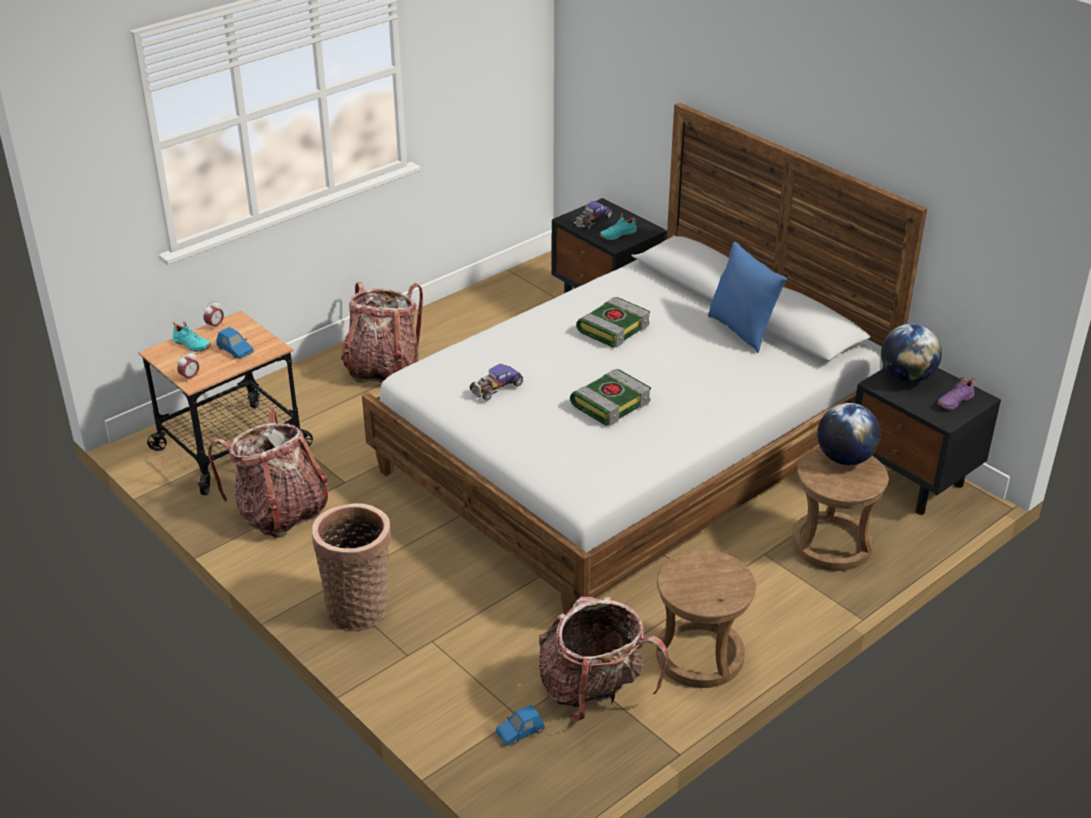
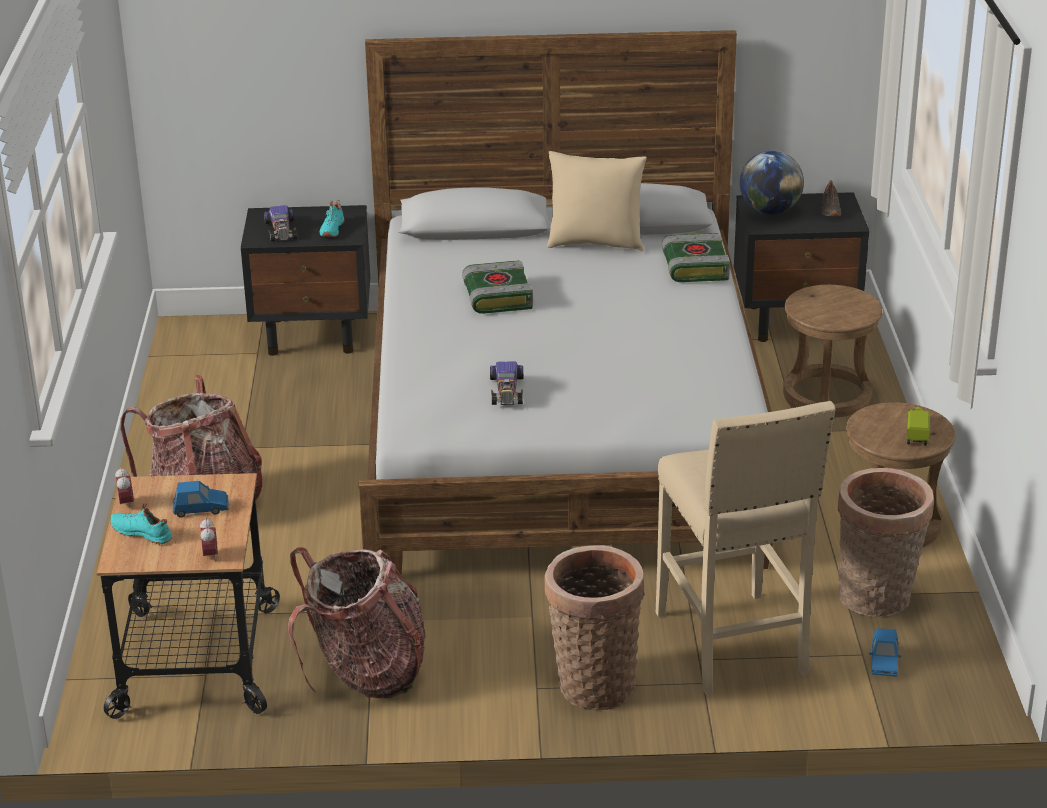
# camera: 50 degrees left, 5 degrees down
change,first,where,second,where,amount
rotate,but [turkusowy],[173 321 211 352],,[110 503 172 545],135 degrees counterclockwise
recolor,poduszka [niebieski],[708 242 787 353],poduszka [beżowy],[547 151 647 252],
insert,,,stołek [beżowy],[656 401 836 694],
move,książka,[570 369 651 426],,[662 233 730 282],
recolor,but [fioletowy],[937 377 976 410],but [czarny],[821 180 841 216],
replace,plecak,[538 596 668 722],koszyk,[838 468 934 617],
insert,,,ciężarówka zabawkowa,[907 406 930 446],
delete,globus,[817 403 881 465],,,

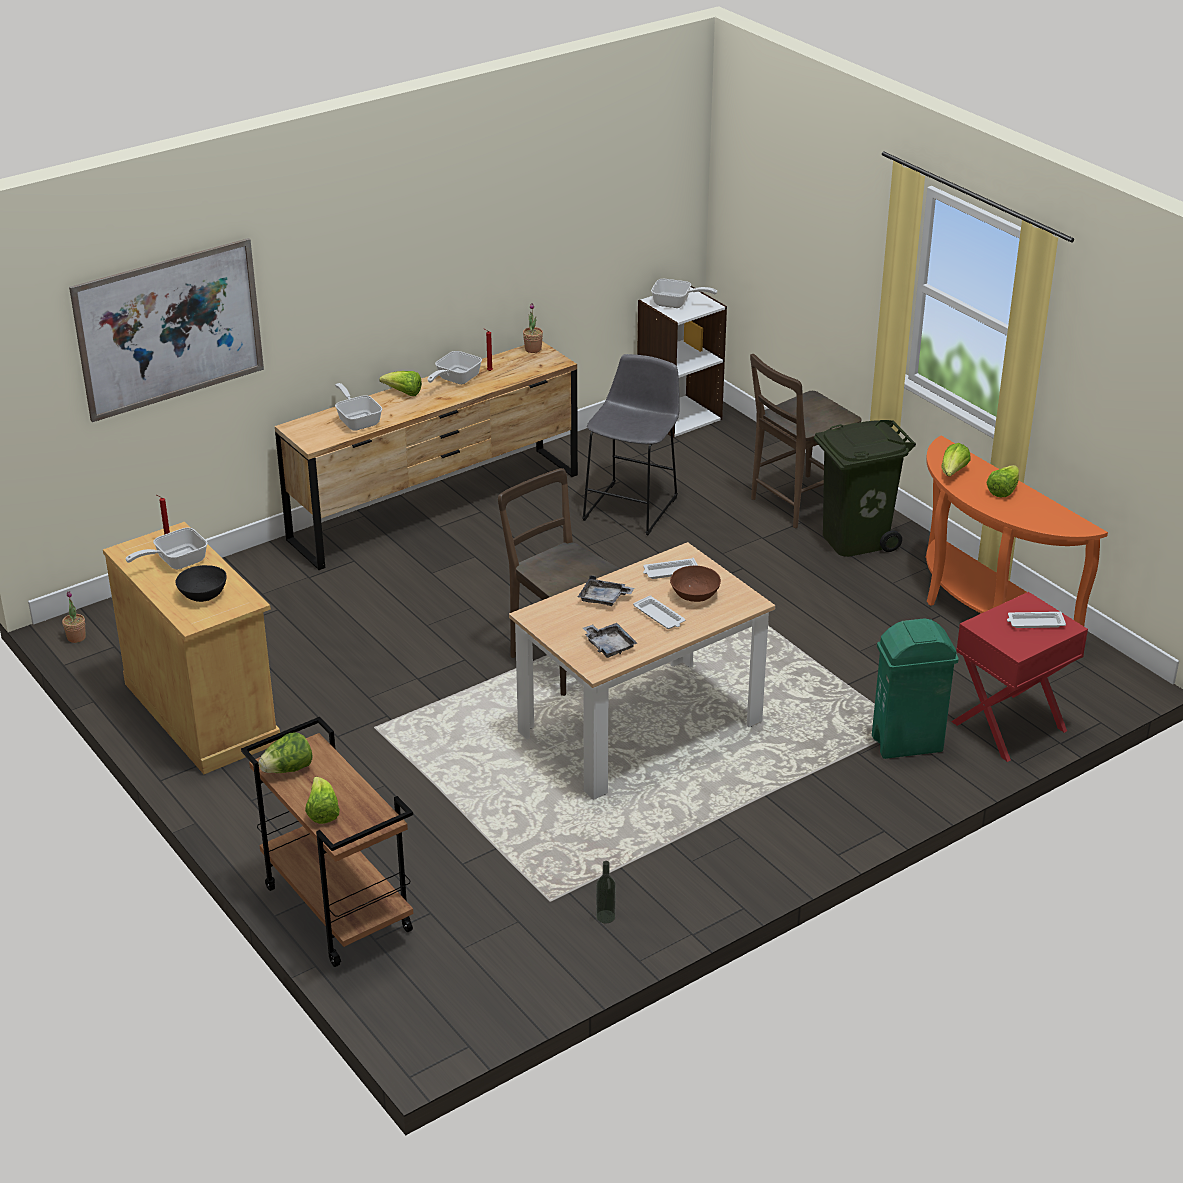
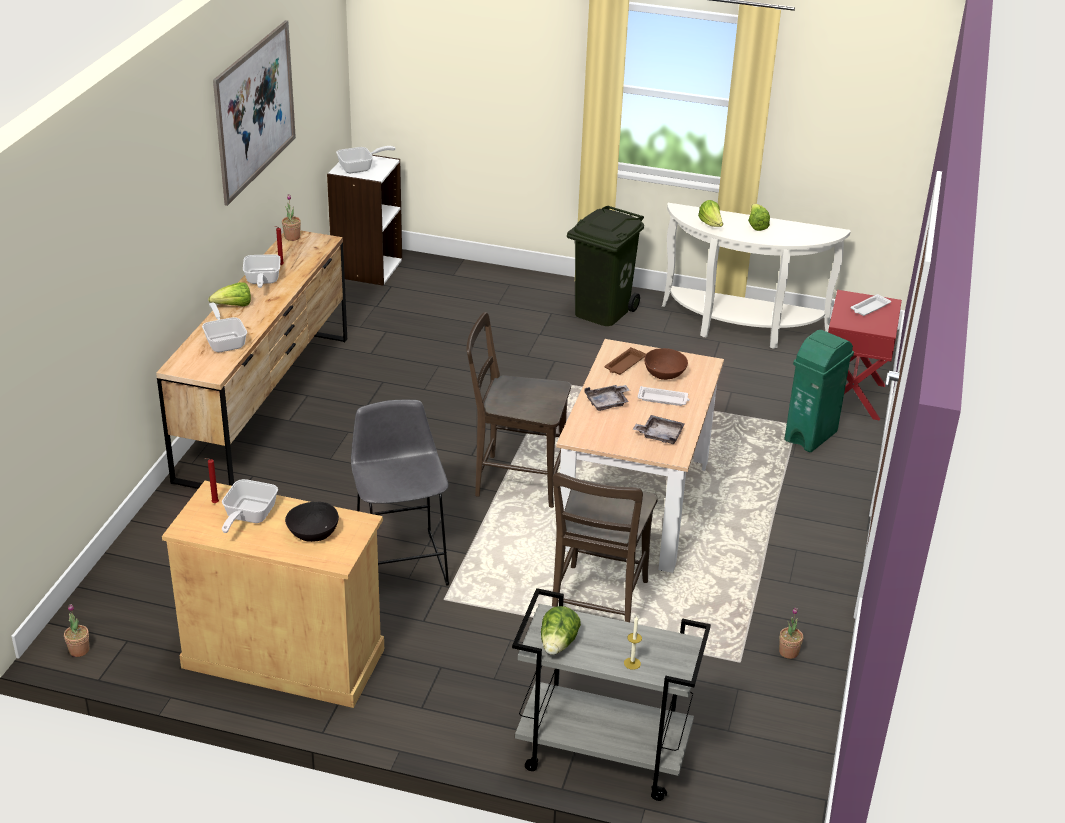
# camera: 40 degrees left, 0 degrees up
change,first,where,second,where,amount
rotate,patelnia,[335 383 383 431],,[202 303 247 352],45 degrees clockwise
move,obraz,[69 238 264 422],,[213 20 296 206],
move,stołek [szary],[582 354 680 535],,[351 400 449 586],
recolor,wózek [brązowy],[241 717 413 967],wózek [szary],[512 588 711 801],
move,krzesło [brązowy],[750 354 861 528],,[552 472 658 622],
recolor,taca [biały],[643 558 698 579],taca [brązowy],[605 347 646 375],
replace,sałata,[305 777 340 824],świeca,[624 616 642 670],
recolor,stolik konsolowy [pomarańczowy],[925 436 1108 626],stolik konsolowy [biały],[662 203 851 349],
replace,butelka,[596 861 616 923],roślina doniczkowa,[779 607 803 659],

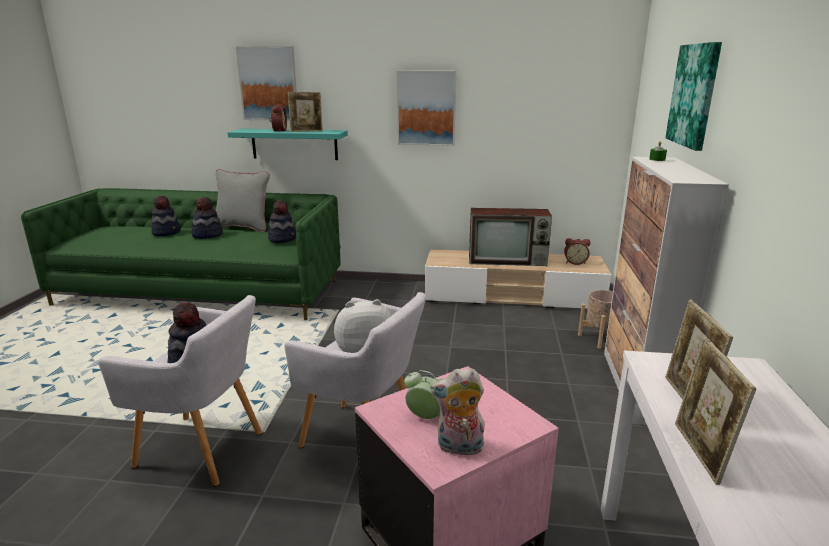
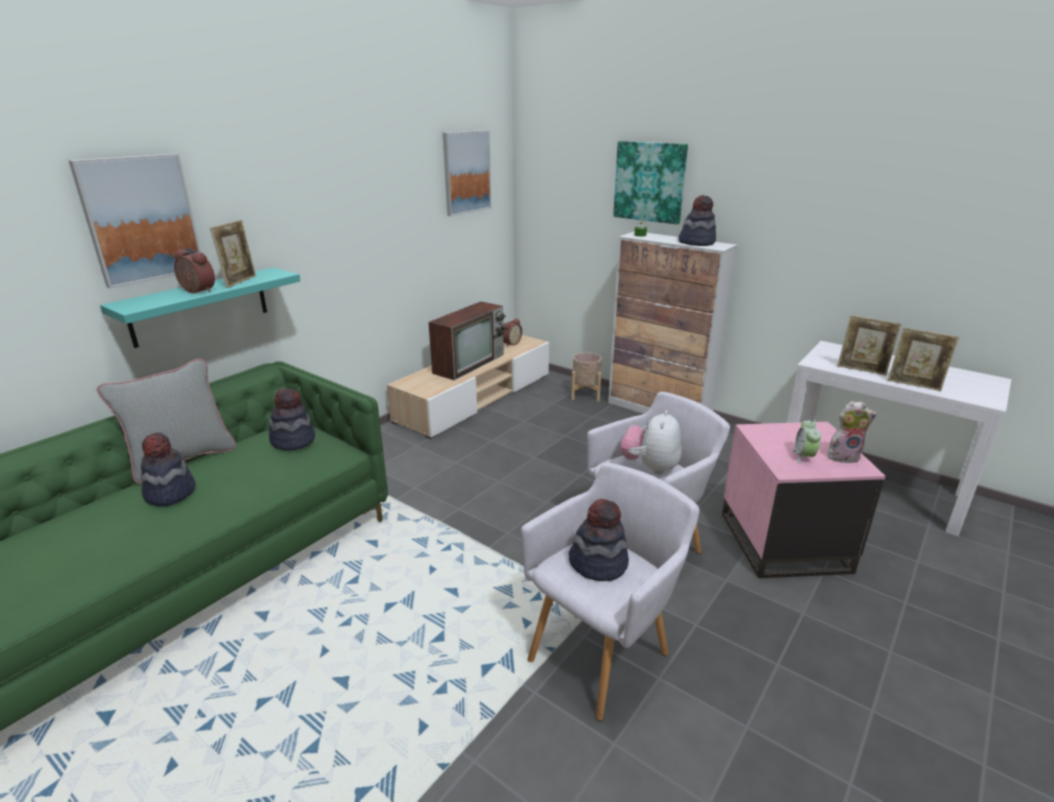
# camera: 60 degrees left, 5 degrees up
change,first,where,second,where,amount
move,obraz,[397 71 456 146],,[443 130 491 216],
move,kapelusz,[151 195 181 236],,[678 195 716 246],
rotate,budzik,[404 370 442 419],,[793 419 821 464],45 degrees counterclockwise
rotate,pluszak,[430 368 485 455],,[828 401 877 463],120 degrees counterclockwise

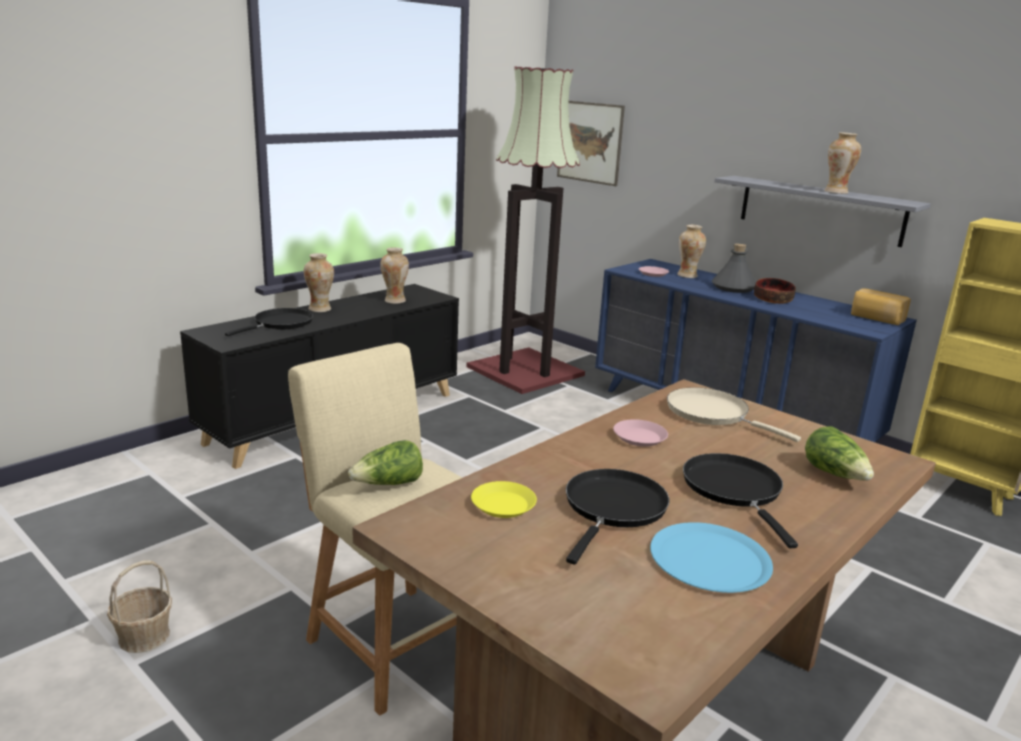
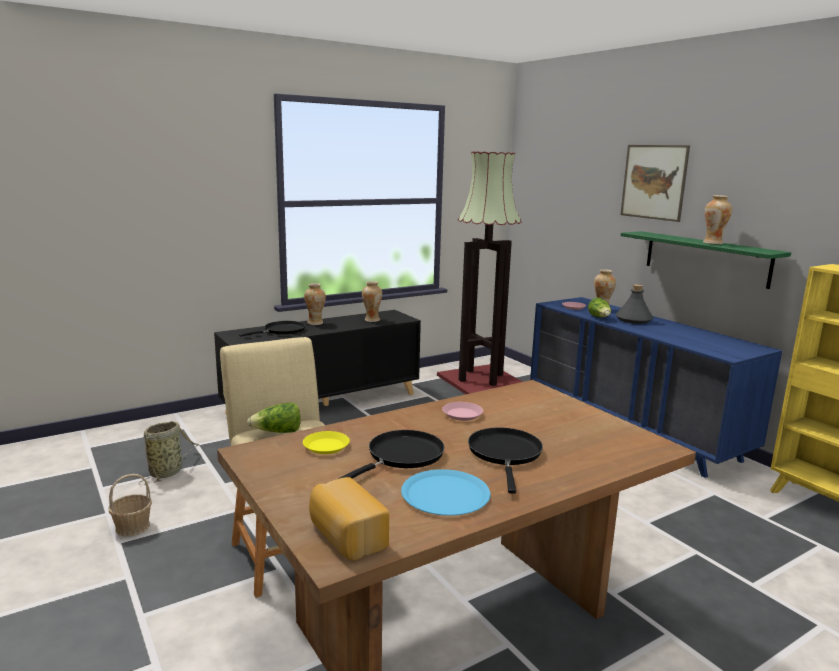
# camera: 15 degrees right, 5 degrees down
change,first,where,second,where,amount
insert,,,koszyk,[139 421 199 485],
move,chleb,[851 289 911 325],,[309 477 389 561],
move,sałata,[805 426 874 481],,[588 298 611 317],
move,obraz,[557 101 625 186],,[620 145 690 222],
recolor,półka [szary],[715 176 931 247],półka [zielony],[621 231 791 289],
delete,patelnia [beżowy],[667 387 801 442],,,
delete,miska,[754 278 796 304],,,

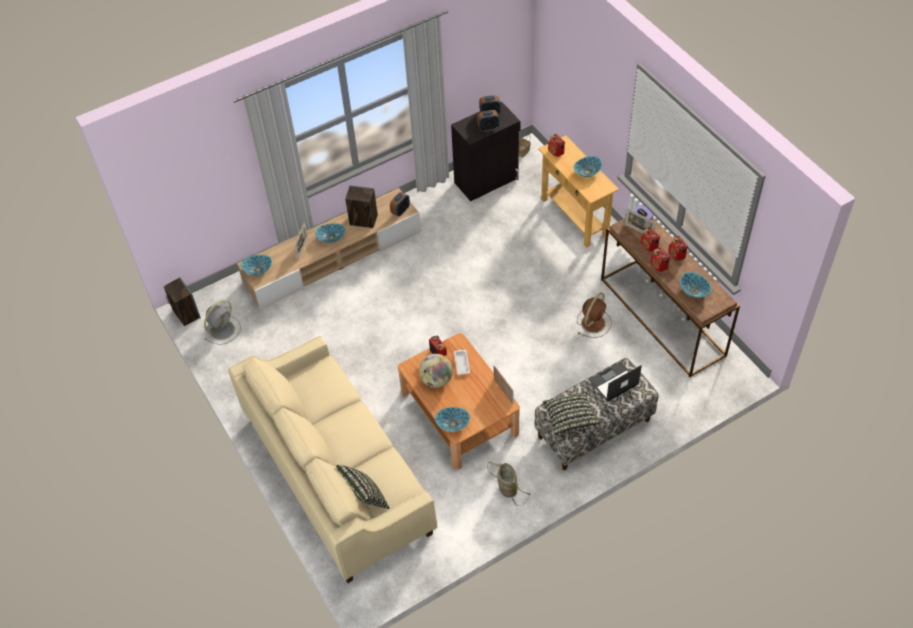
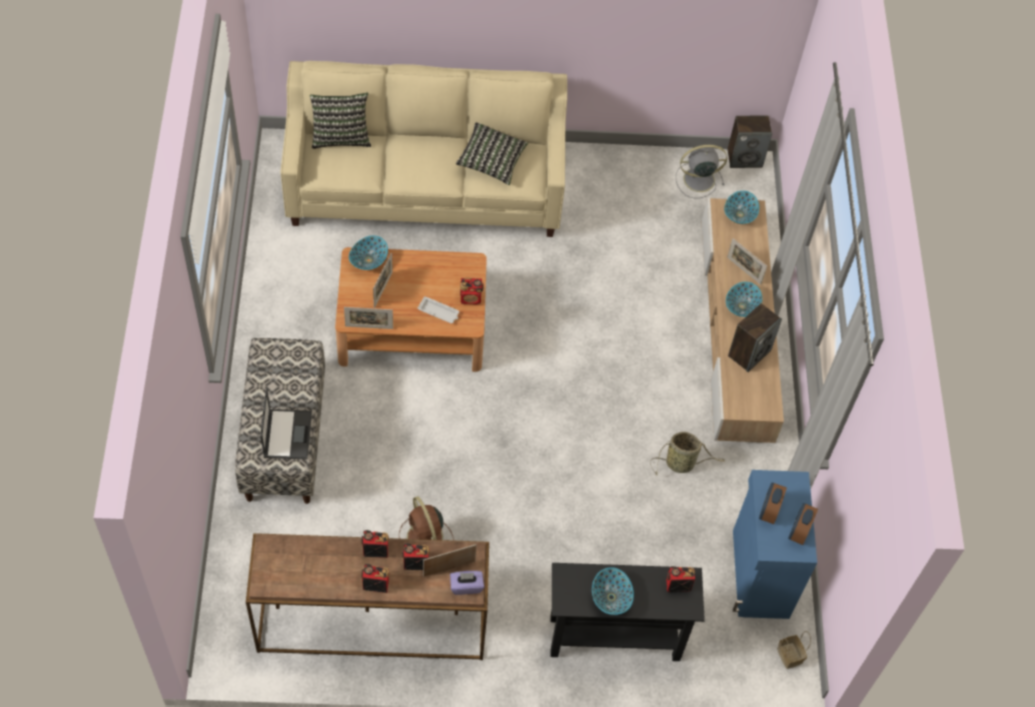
# camera: 115 degrees right, 5 degrees up
change,first,where,second,where,amount
insert,,,ramka na zdjęcie,[373 252 393 308],
move,poduszka,[542 391 602 437],,[456 123 528 185],
recolor,stolik konsolowy [beżowy],[538 135 619 248],stolik konsolowy [czarny],[550 563 705 661],
move,koszyk,[487 461 531 506],,[650 432 725 475],
rotate,wentylator [szary],[204 300 241 345],,[676 145 727 199],105 degrees clockwise
recolor,szafka [czarny],[451 101 520 201],szafka [niebieski],[733 470 817 619],
delete,budzik,[390 192 410 216],,,
delete,globus,[419 354 453 388],,,
delete,miska,[680 272 711 298],,,

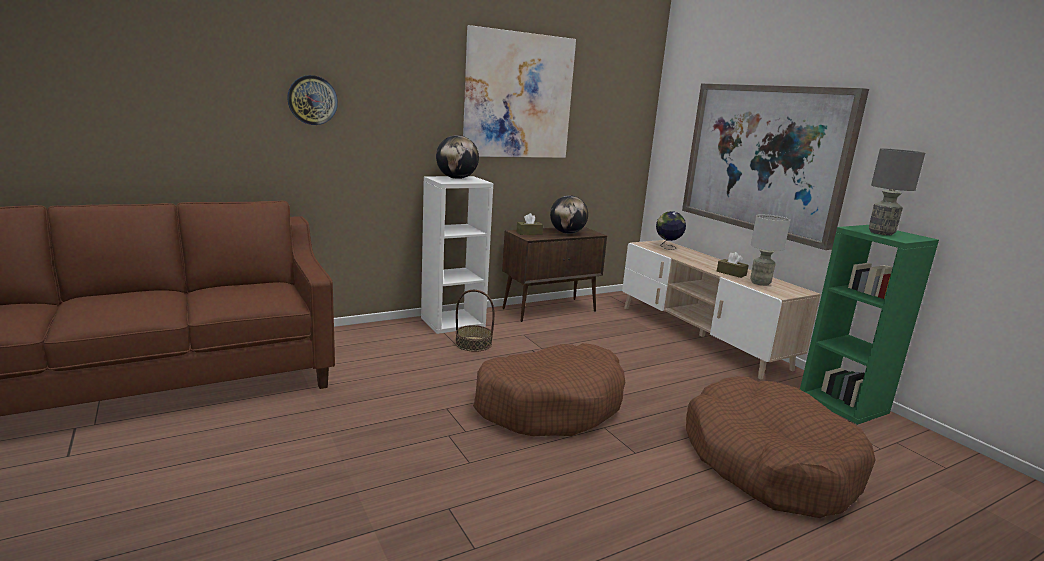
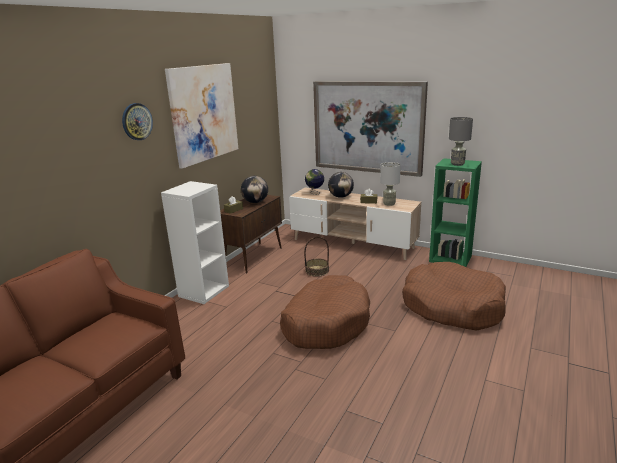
# camera: 30 degrees left, 5 degrees up
change,first,where,second,where,amount
move,zegar ścienny,[287 75 338 125],,[122 103 153 140],
move,koszyk,[455 290 495 352],,[304 237 329 277],
move,globus,[436 135 479 179],,[328 172 354 198],

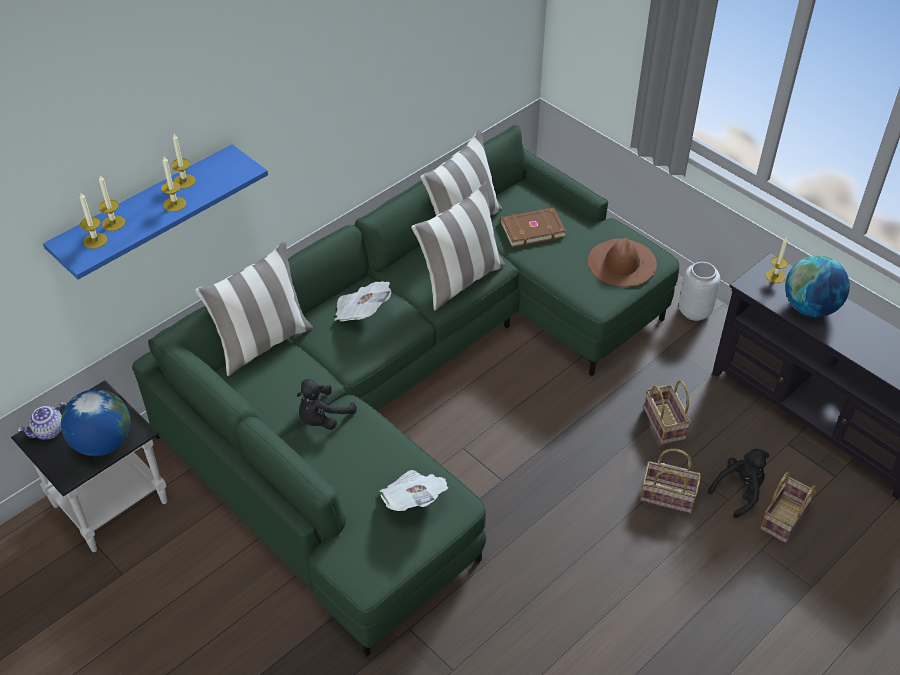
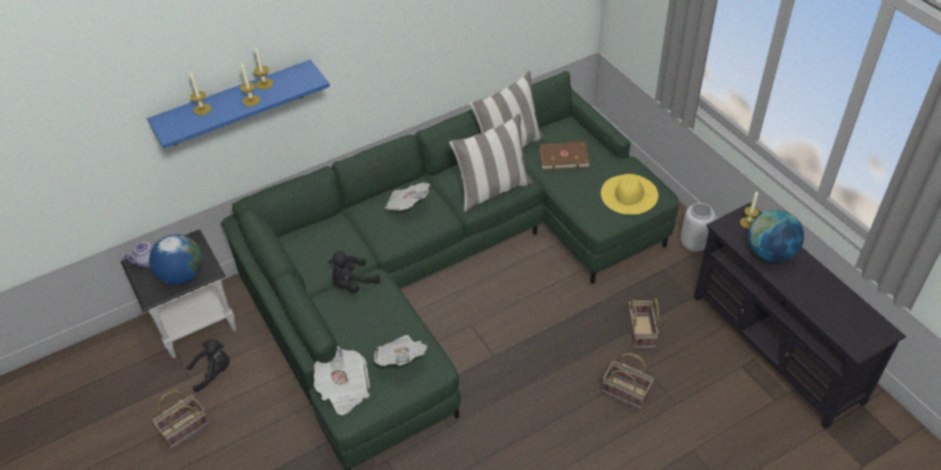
# camera: 15 degrees right, 0 degrees up
change,first,where,second,where,amount
move,koszyk,[760 472 816 543],,[152 390 209 449],
move,pluszak [czarny],[708 449 770 518],,[186 339 230 392],
insert,,,gazeta,[314 346 370 415],
recolor,kapelusz [brązowy],[588 238 657 287],kapelusz [żółty],[601 174 658 215],
delete,świeca,[80 193 107 249],,,
delete,poduszka,[195 241 313 376],,,

